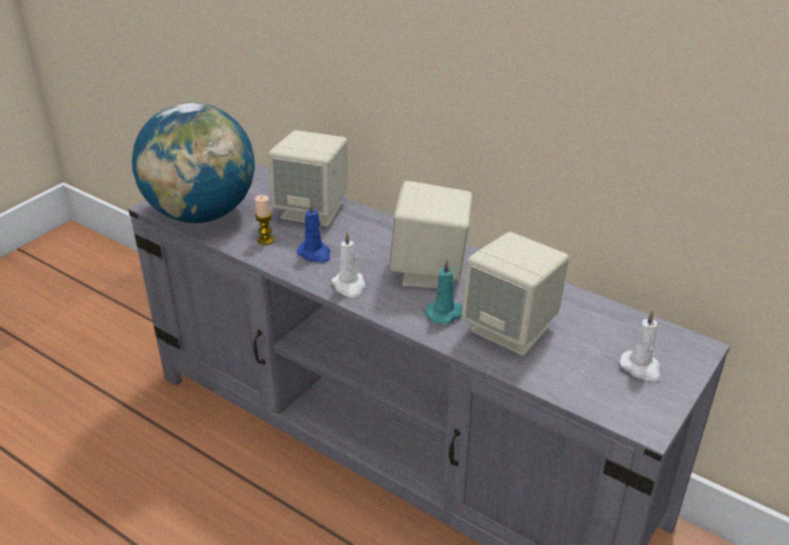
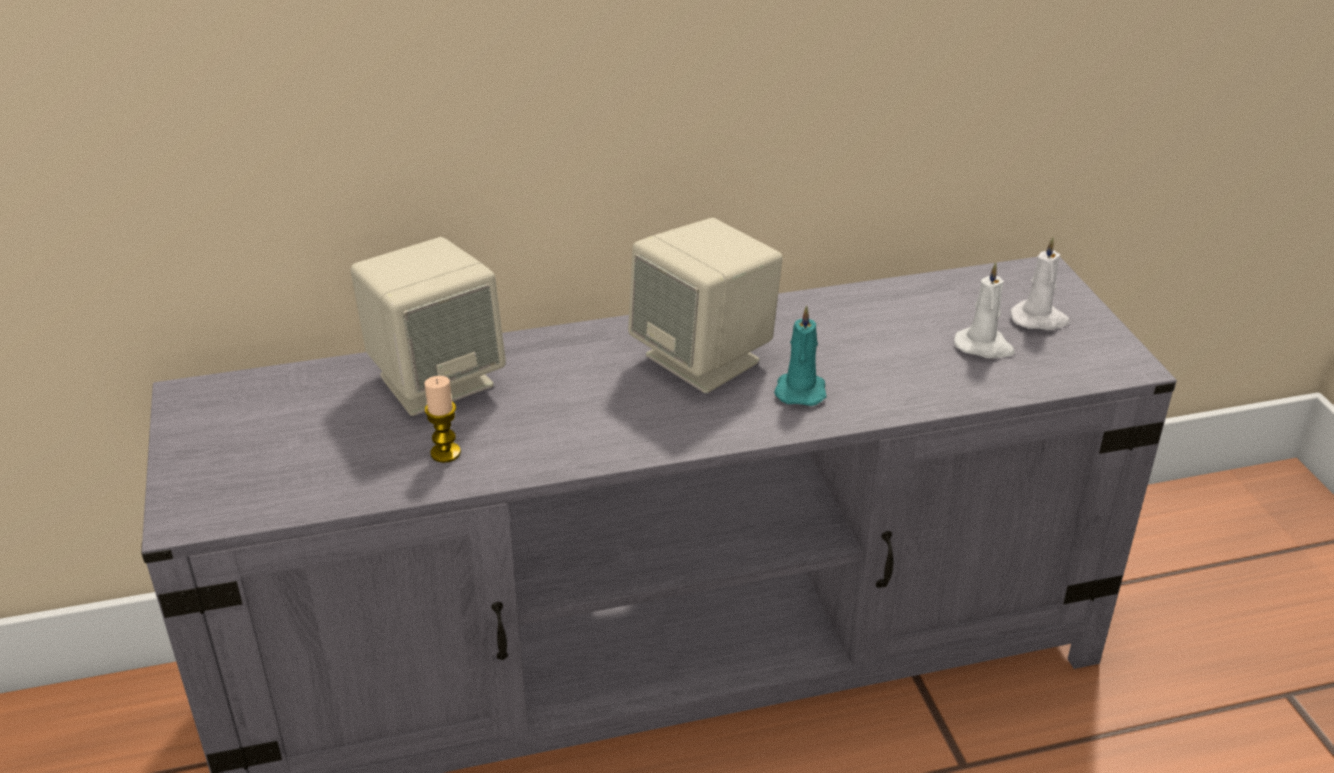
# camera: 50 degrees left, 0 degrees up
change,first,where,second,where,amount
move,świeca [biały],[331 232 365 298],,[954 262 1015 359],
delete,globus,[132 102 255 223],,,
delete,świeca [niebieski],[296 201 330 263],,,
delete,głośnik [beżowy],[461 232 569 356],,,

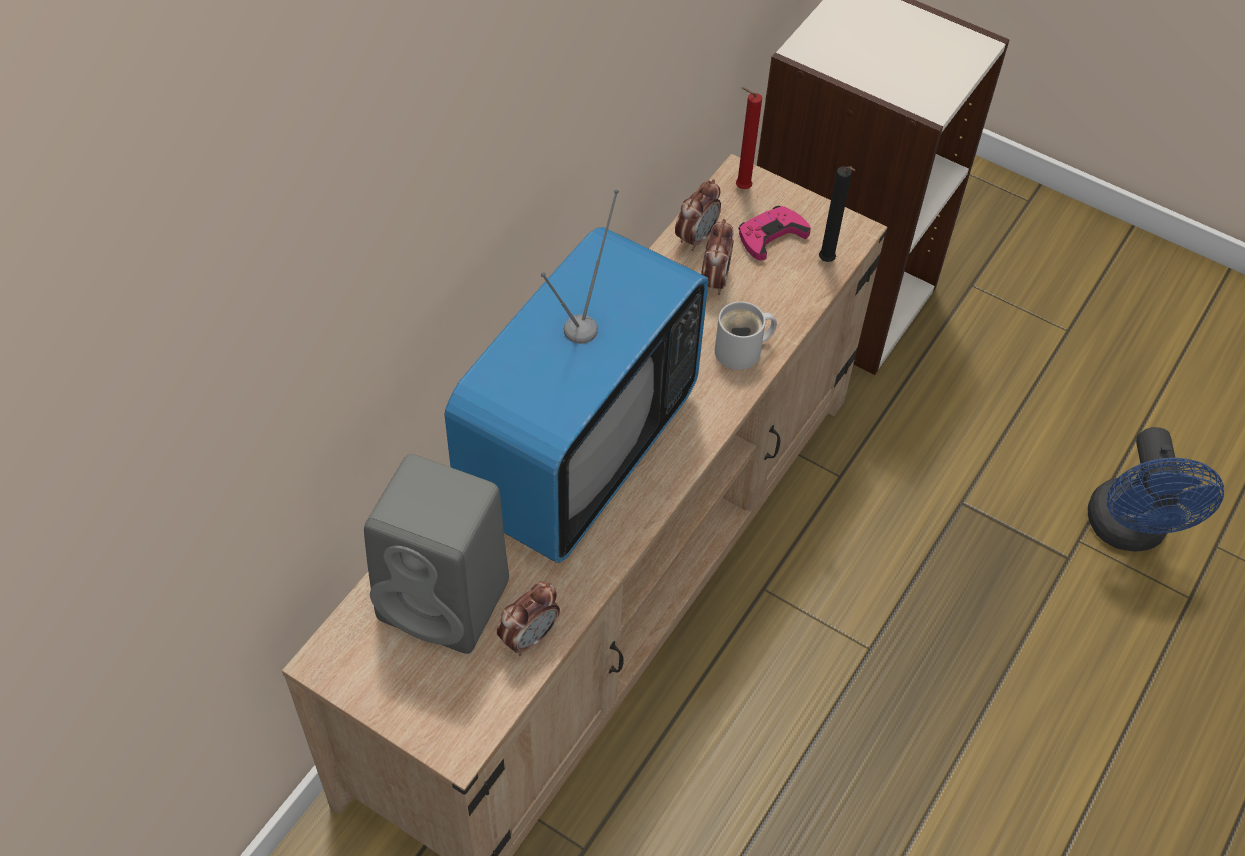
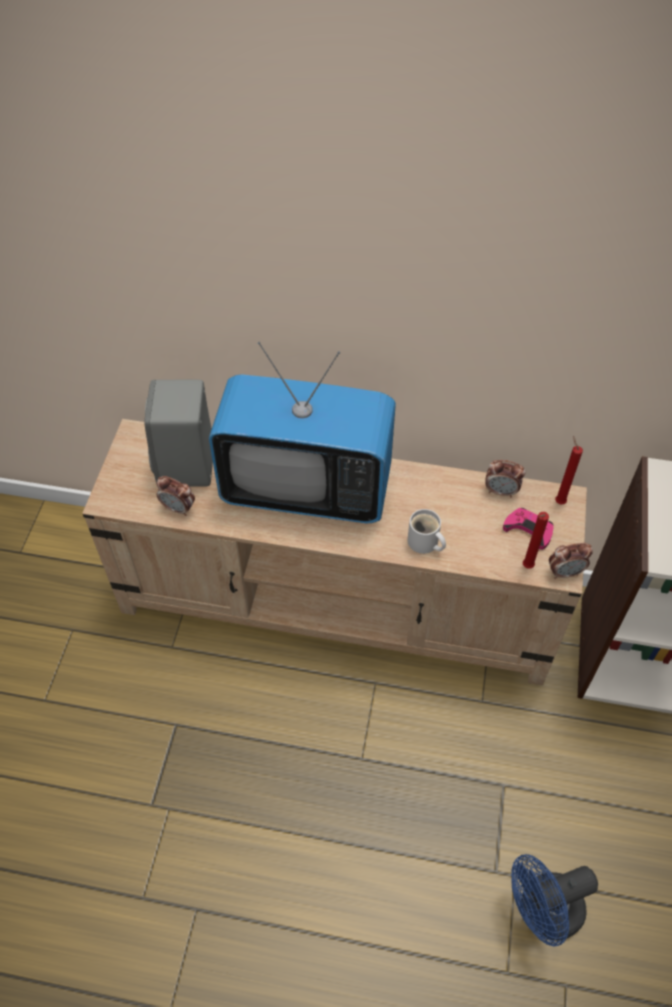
# camera: 70 degrees right, 0 degrees up
change,first,where,second,where,amount
recolor,świeca [czarny],[819 166 855 262],świeca [czerwony],[523 512 549 569],
move,budzik,[701 219 733 295],,[549 543 593 579],

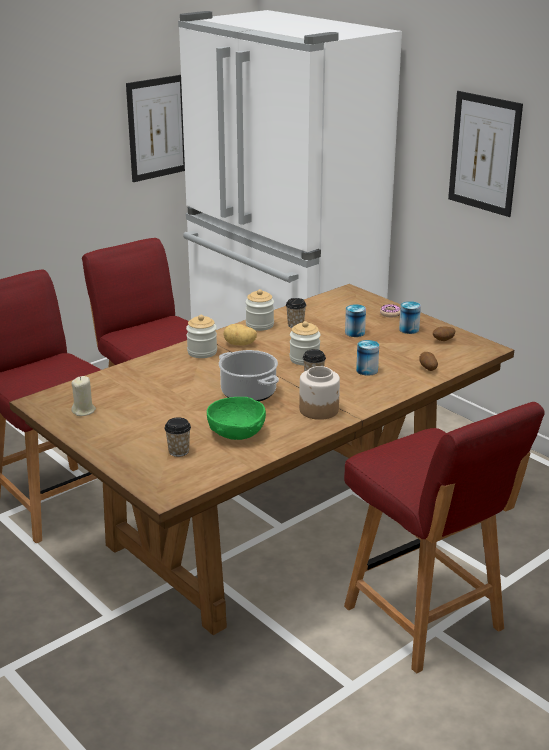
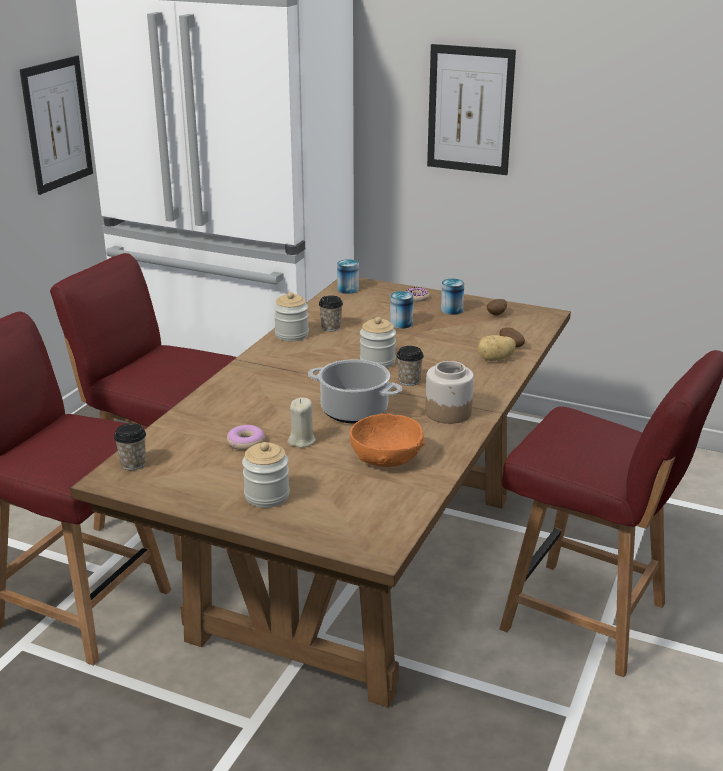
# camera: 25 degrees left, 0 degrees up
change,first,where,second,where,amount
move,filiżanka,[164 417 191 457],,[114 423 146 470],
insert,,,donut,[227 425 265 450],
move,słoik,[186 315 217 358],,[242 442 290 508],
move,świeca [beżowy],[71 376 96 416],,[287 398 316 448],
move,puszka,[356 340 379 376],,[337 259 359 294],
recolor,miska [zielony],[207 397 266 440],miska [pomarańczowy],[350 413 425 467],
move,ziemniak,[223 324 257 346],,[477 335 516 361],

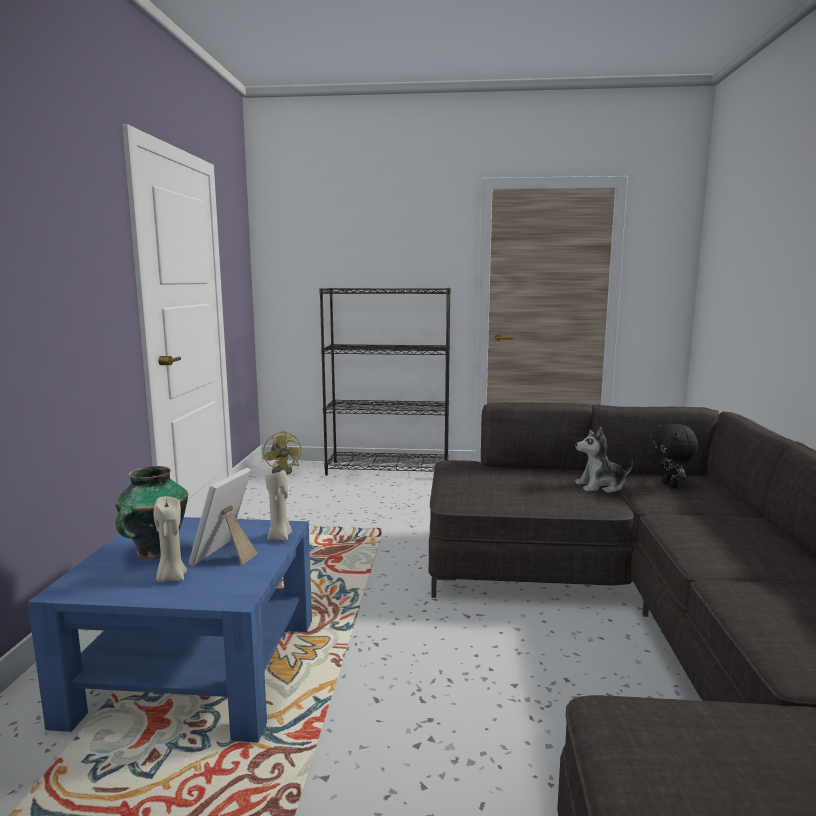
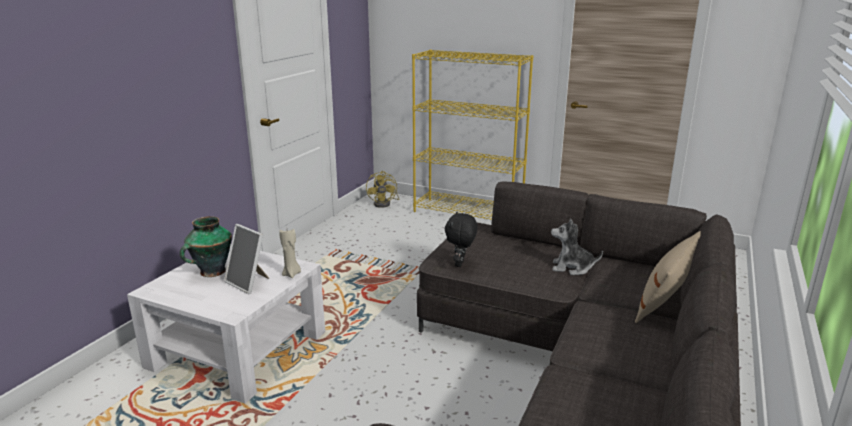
# camera: 20 degrees right, 10 degrees up
change,first,where,second,where,amount
recolor,ława [niebieski],[28 517 312 743],ława [biały],[127 245 325 403],
rotate,ramka na zdjęcie,[189 468 258 566],,[224 224 270 294],90 degrees counterclockwise
recolor,regał [czarny],[319 288 451 476],regał [żółty],[412 50 533 220],
move,pluszak [czarny],[653 424 698 488],,[445 212 478 267],
insert,,,poduszka [beżowy],[635 231 701 323],
delete,świeca [beżowy],[154 496 187 582],,,

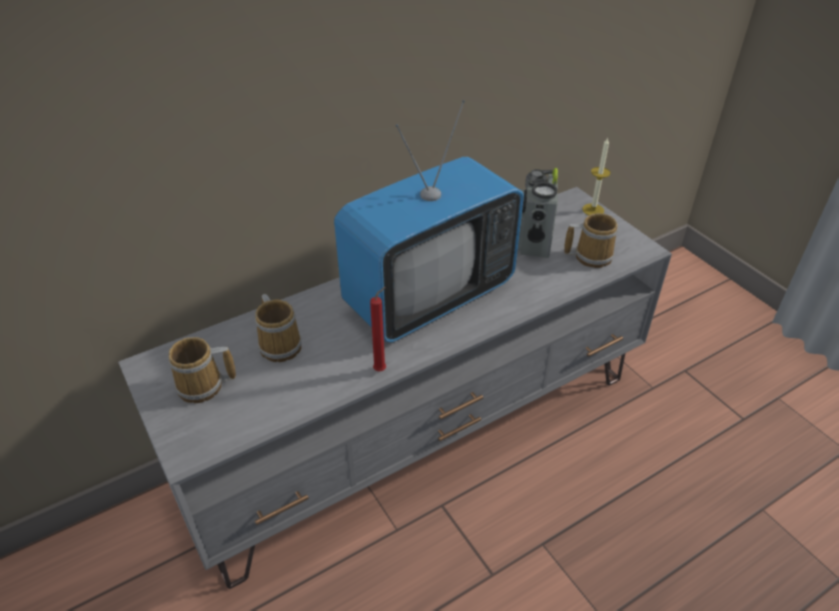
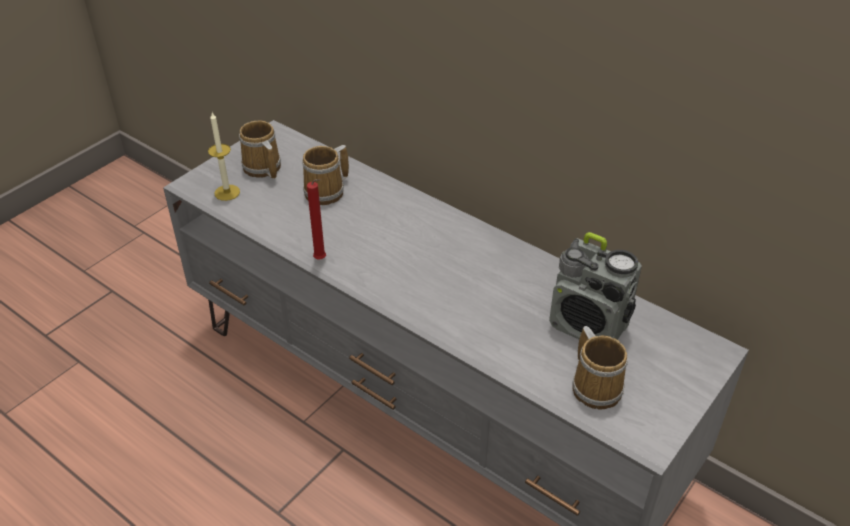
# camera: 70 degrees right, 0 degrees up
change,first,where,second,where,amount
move,świeca,[582 137 611 215],,[208 113 240 201],
rotate,radio,[518 168 558 258],,[549 232 642 340],135 degrees counterclockwise
delete,telewizor,[334 100 524 342],,,

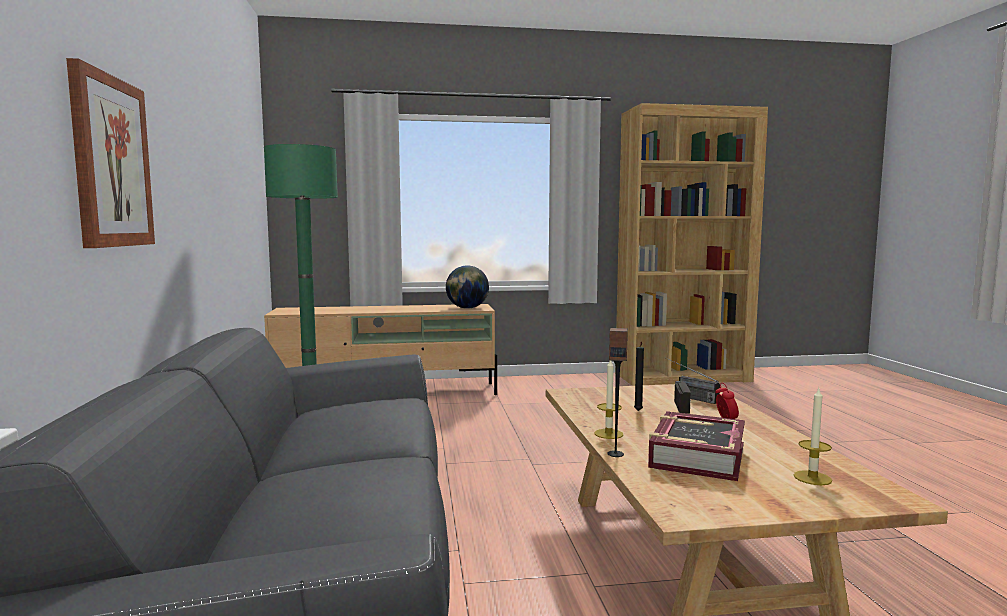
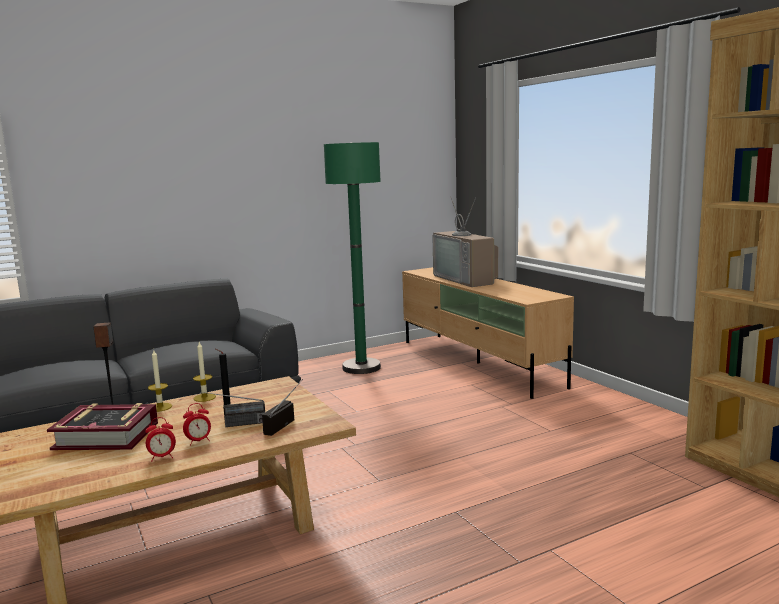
# camera: 70 degrees right, 5 degrees up
change,first,where,second,where,amount
insert,,,budzik,[145 417 176 461],
move,świeca,[793 388 832 485],,[193 342 216 402],
insert,,,telewizor,[432 196 498 287],
delete,obraz,[66 58 155 248],,,
delete,globus,[446 266 489 309],,,

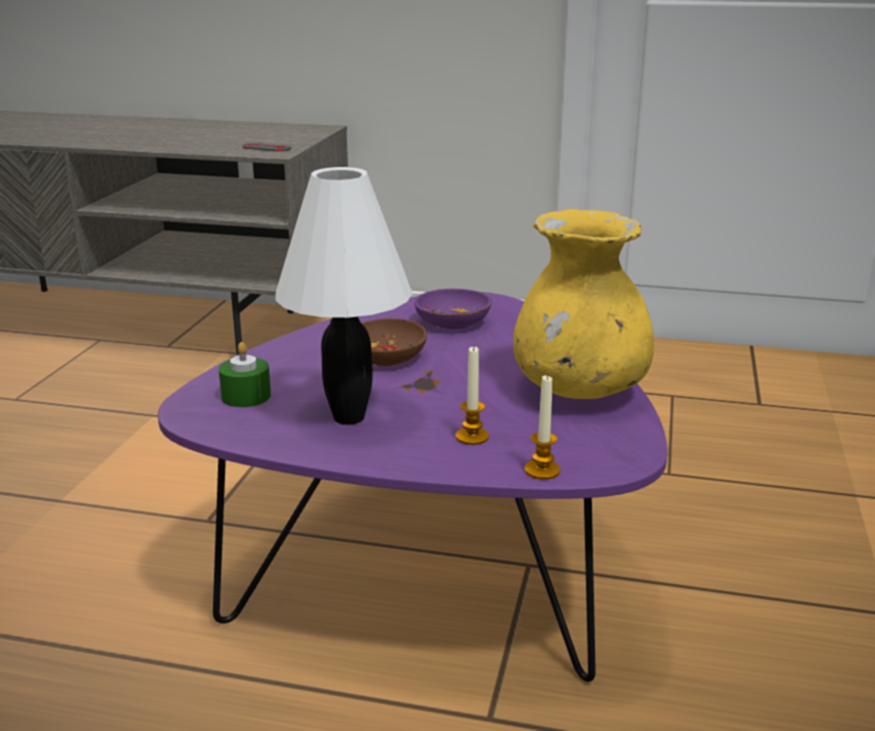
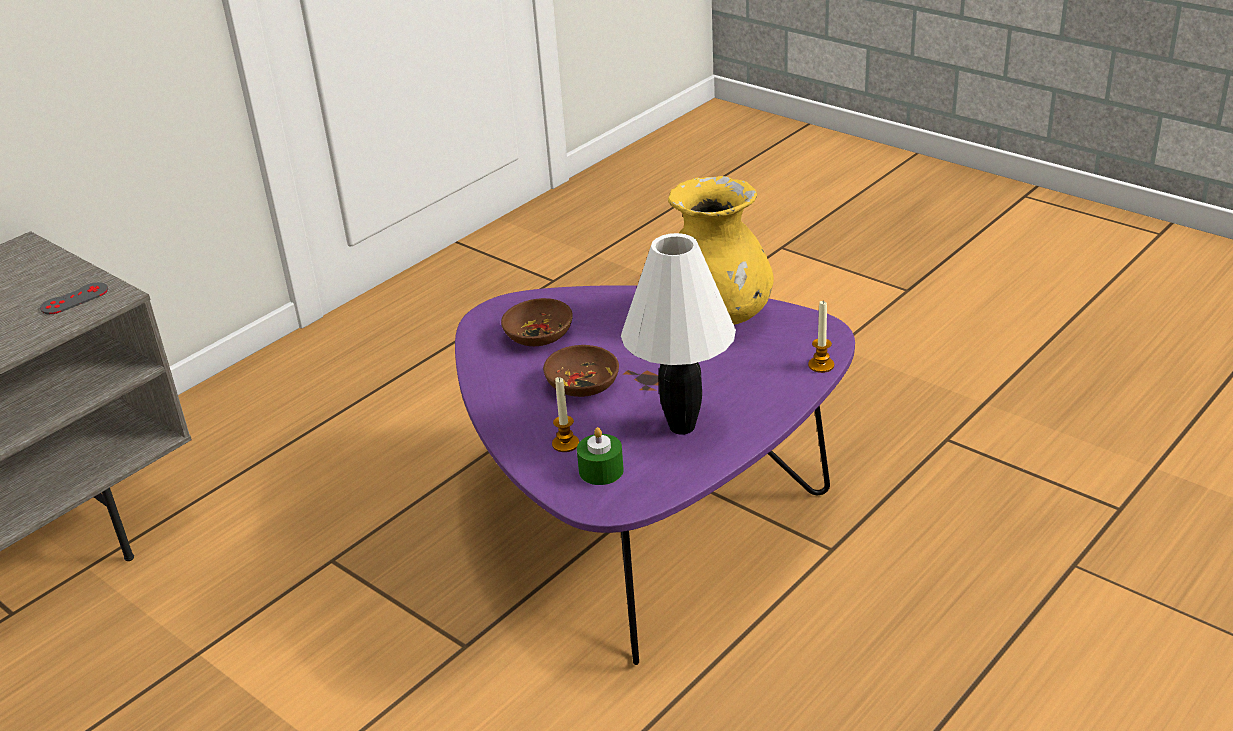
# camera: 60 degrees left, 10 degrees up
change,first,where,second,where,amount
recolor,miska [fioletowy],[414 288 492 329],miska [brązowy],[501 298 573 346],
move,świeca,[456 346 489 445],,[552 377 579 452],

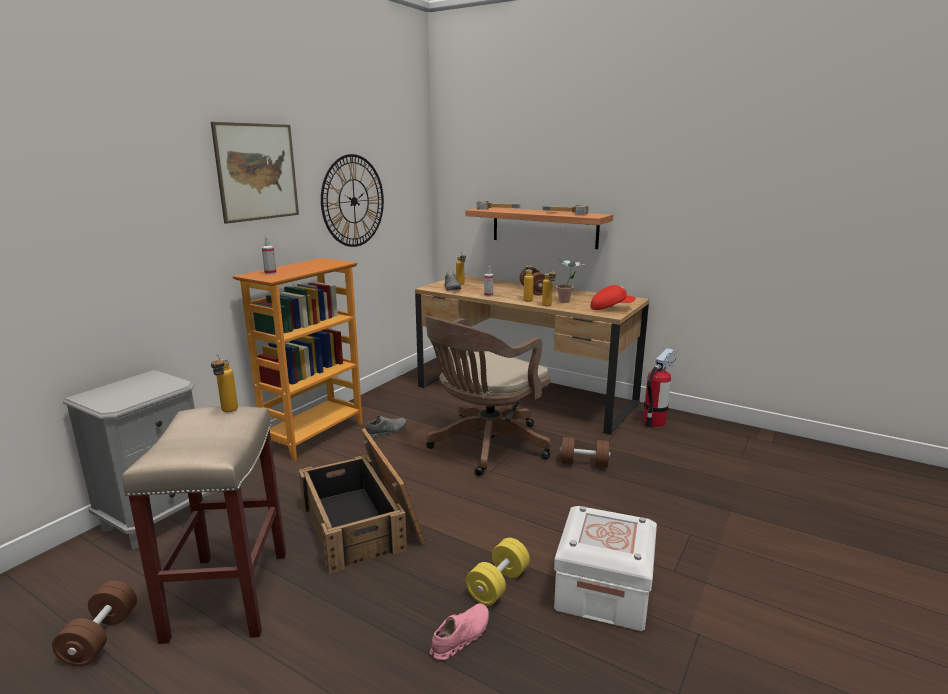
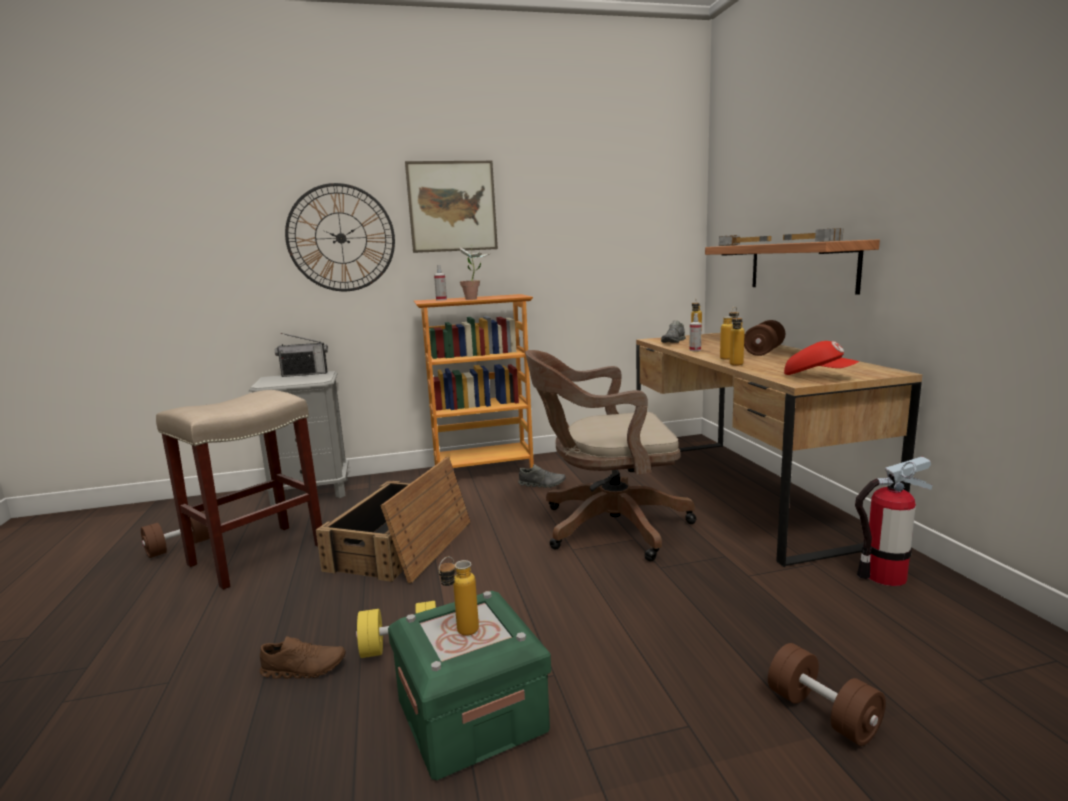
# camera: 45 degrees right, 5 degrees down
change,first,where,second,where,amount
recolor,but [różowy],[430 603 489 660],but [brązowy],[260 636 345 679],
insert,,,radio,[275 333 328 377],
move,zegar ścienny,[321 154 384 247],,[285 183 395 291],
recolor,pojemnik do przechowywania [biały],[554 506 657 631],pojemnik do przechowywania [zielony],[388 591 551 780],
move,butelka,[211 355 238 412],,[438 557 479 636],
move,roślina doniczkowa,[556 259 586 303],,[459 246 489 300],
move,hantel [brązowy],[560 437 610 468],,[768 643 886 746],

